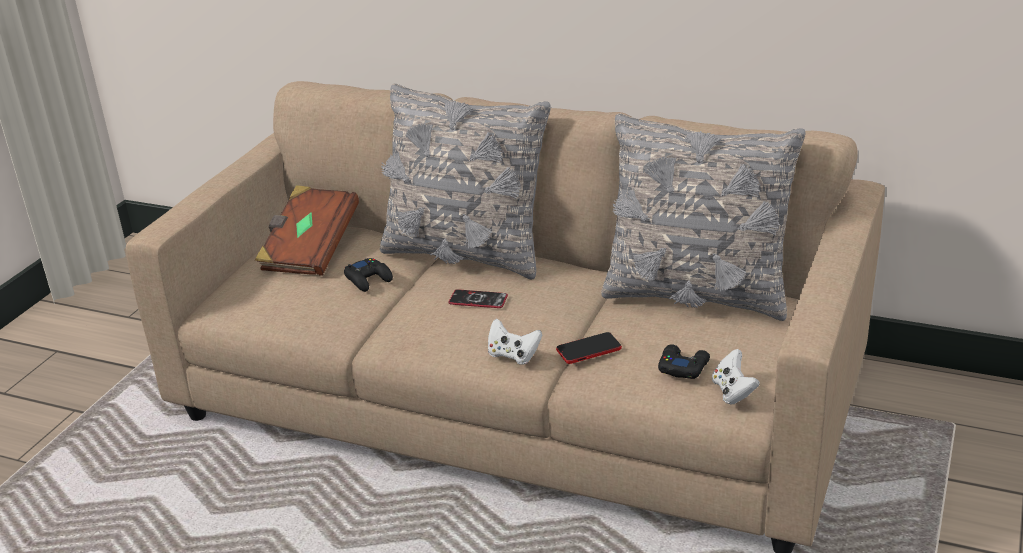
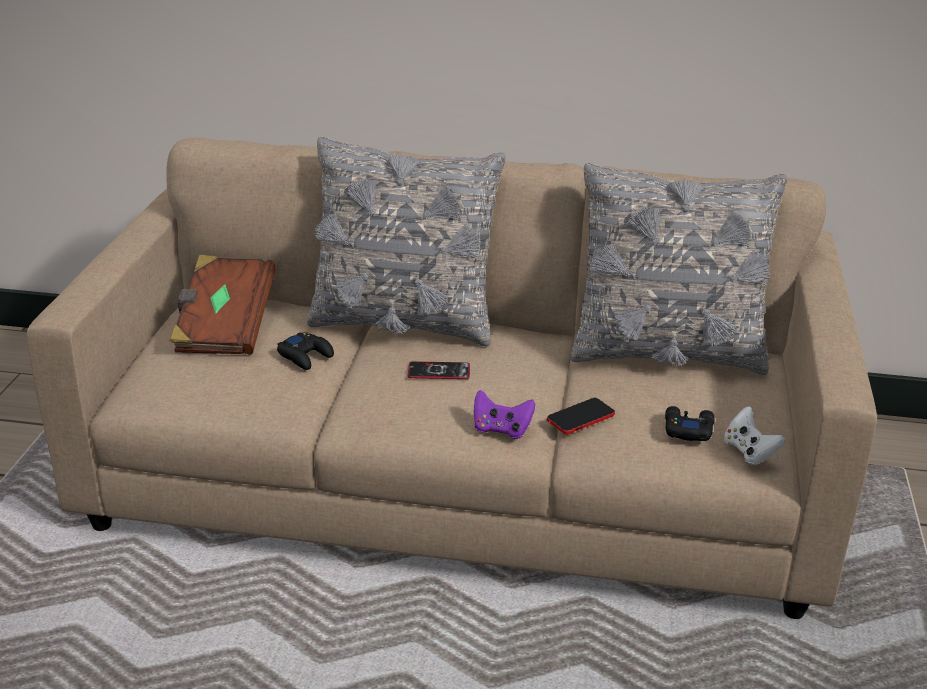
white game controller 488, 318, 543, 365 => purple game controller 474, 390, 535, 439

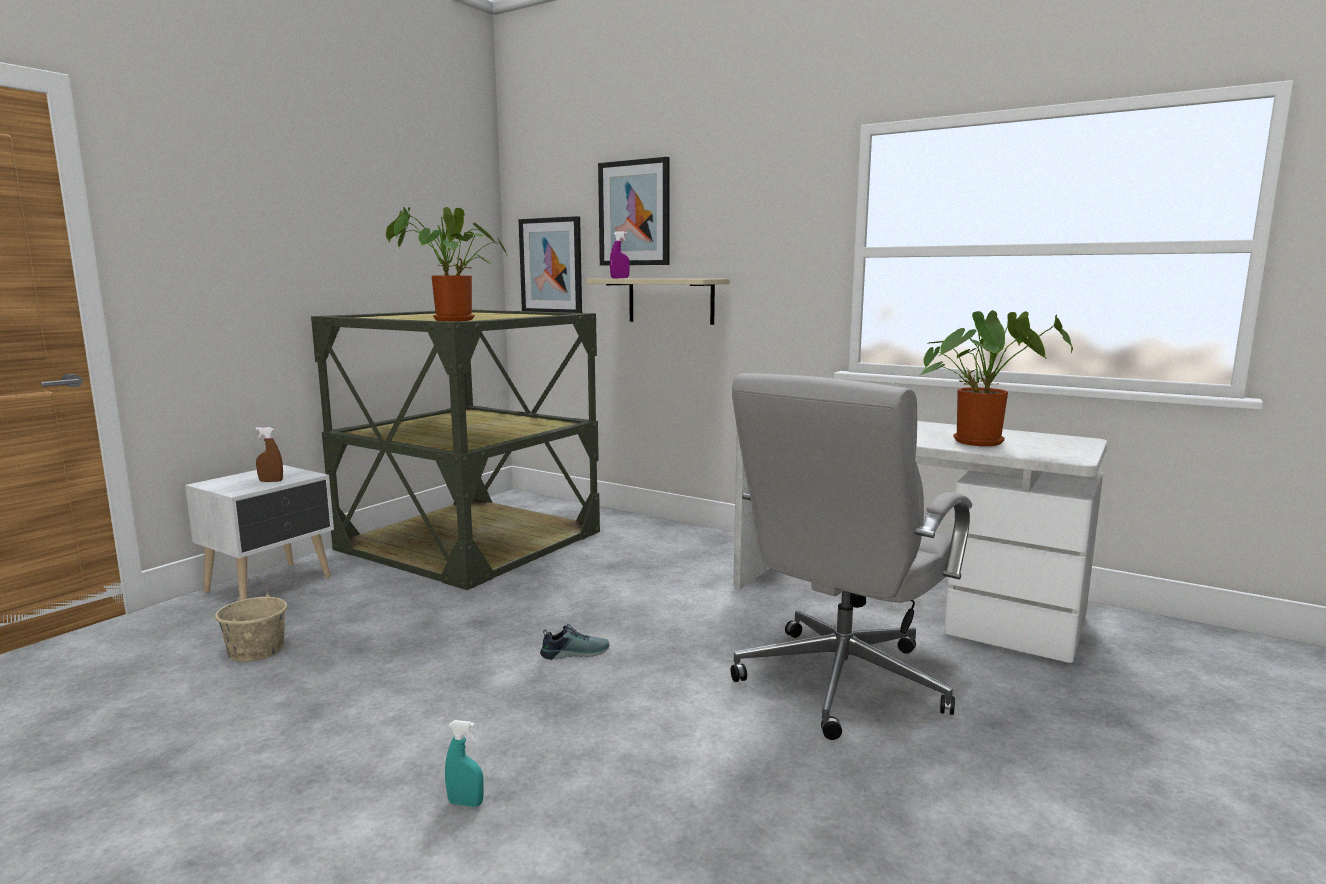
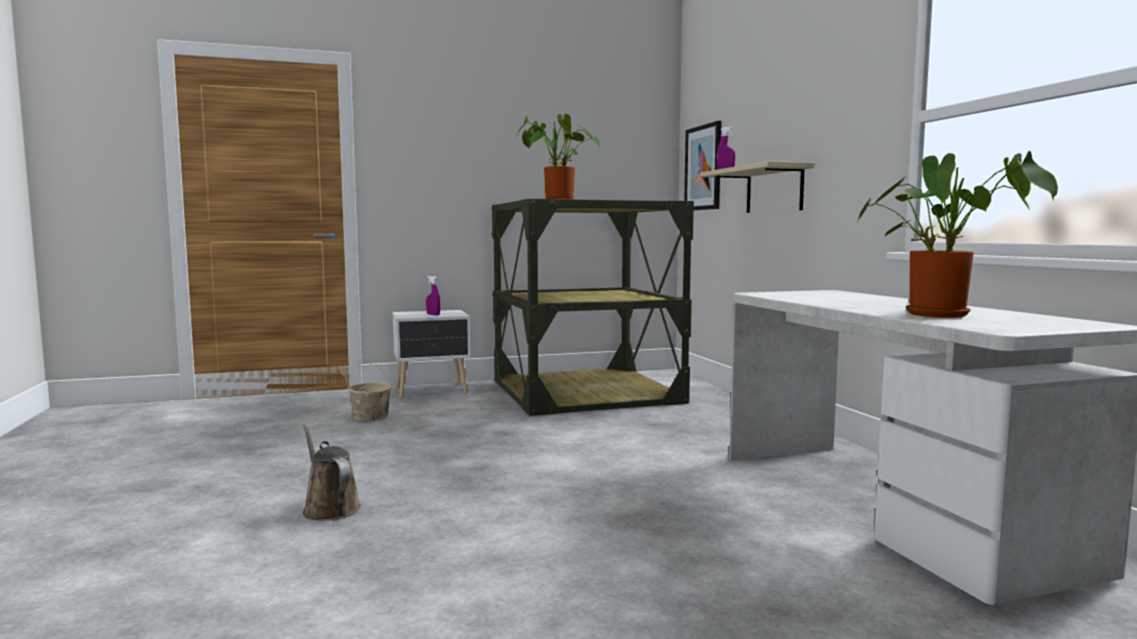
shoe 540, 624, 609, 660 => nothing
picture 598, 157, 670, 265 => nothing
grey office chair 731, 373, 972, 740 => nothing
turquoise spray bottle 445, 720, 484, 807 => brown watering can 303, 424, 361, 521
brown spray bottle 255, 427, 283, 482 => purple spray bottle 426, 276, 440, 316

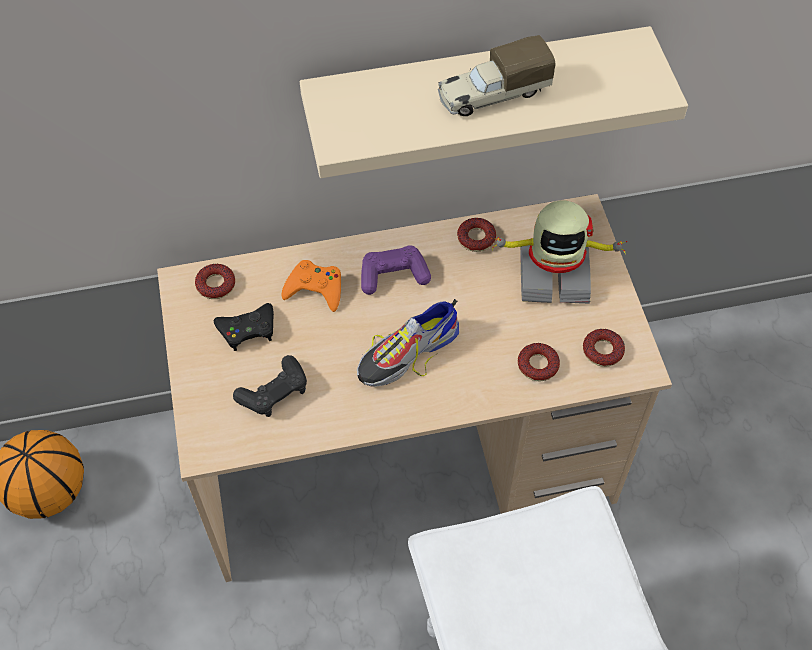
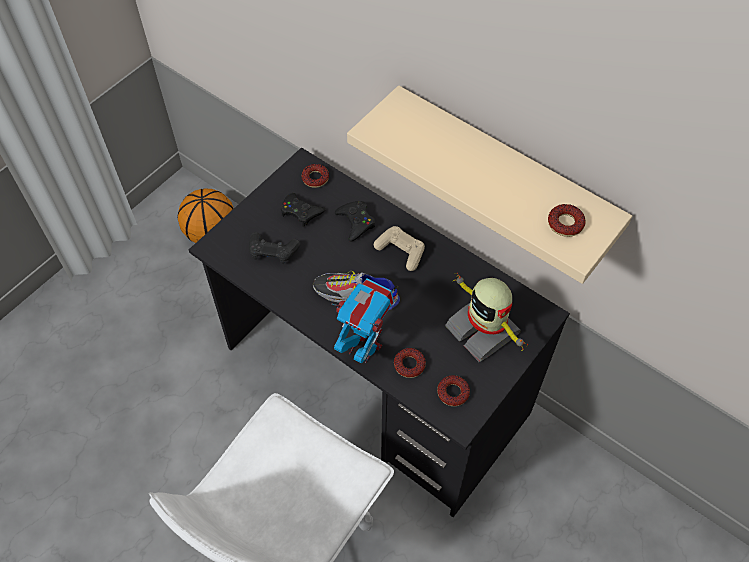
toy truck 438, 35, 556, 116 => nothing
nothing => toy robot 332, 279, 394, 363
donut 457, 218, 496, 252 => donut 548, 204, 586, 237, relocated
beige desk 157, 194, 672, 582 => black desk 189, 147, 570, 517
orange game controller 281, 260, 341, 312 => black game controller 334, 201, 375, 242
purple game controller 361, 245, 431, 295 => beige game controller 374, 226, 425, 271

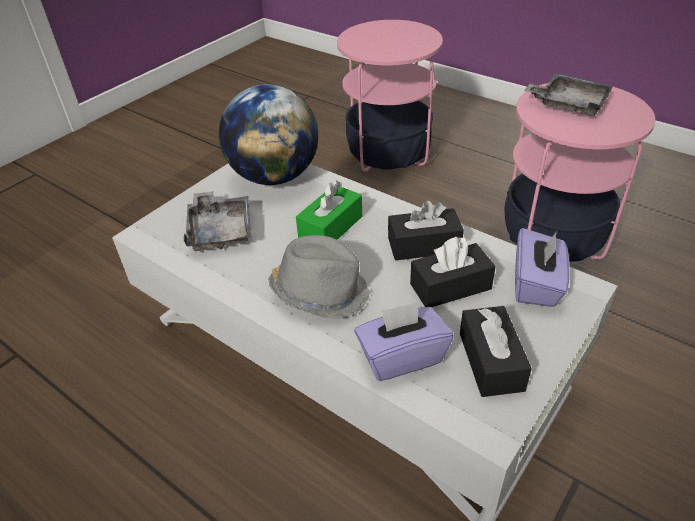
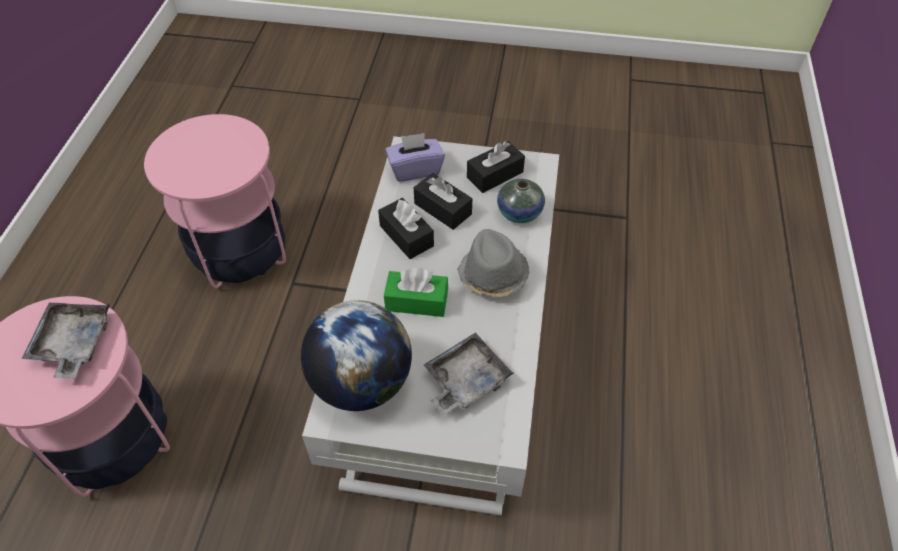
grey tray 524, 73, 613, 116 => grey tray 22, 303, 110, 378, relocated
purple tissue box 354, 302, 453, 381 => vase 497, 179, 545, 223

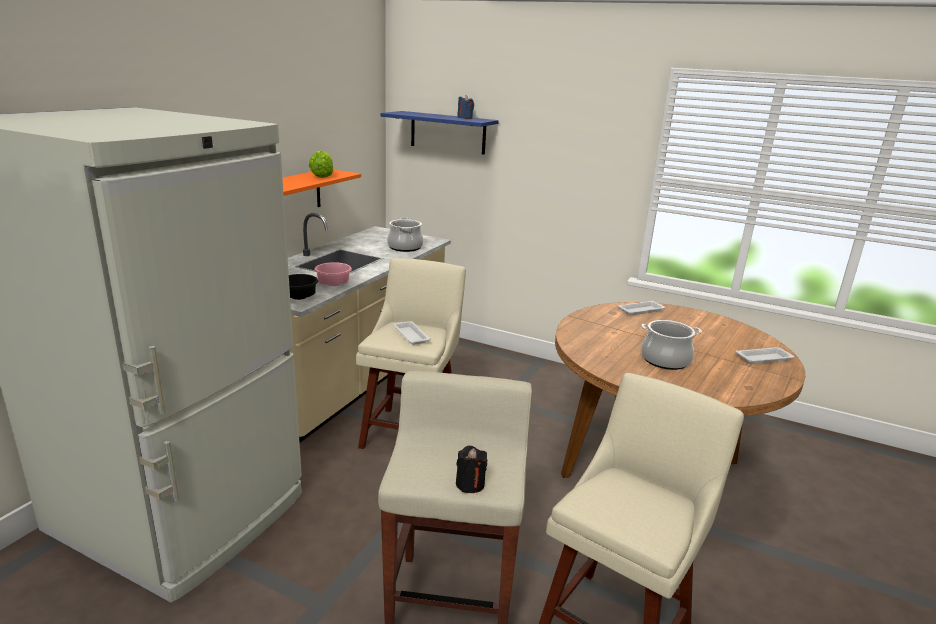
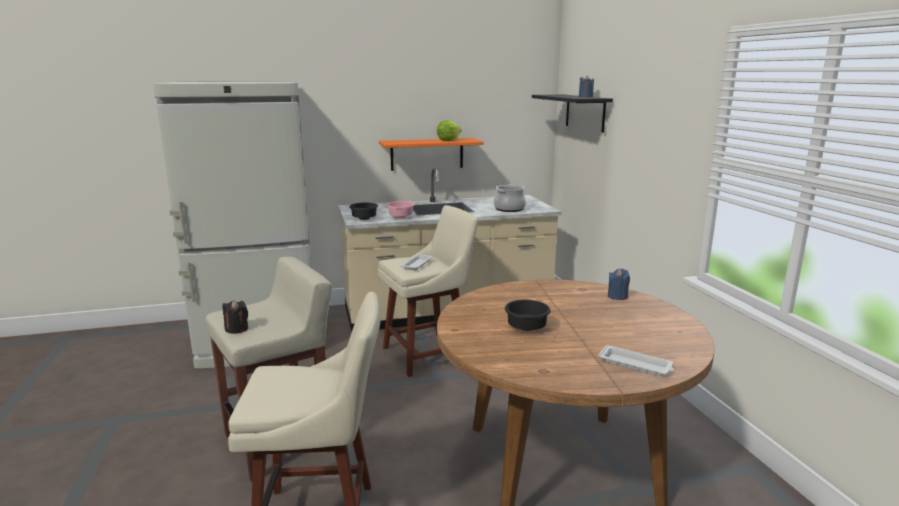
white tray 618, 301, 665, 315 => blue candle 608, 269, 630, 300
cooking pot 641, 320, 702, 370 => black bowl 505, 300, 551, 331
blue shelf 381, 111, 499, 155 => black shelf 532, 95, 613, 133

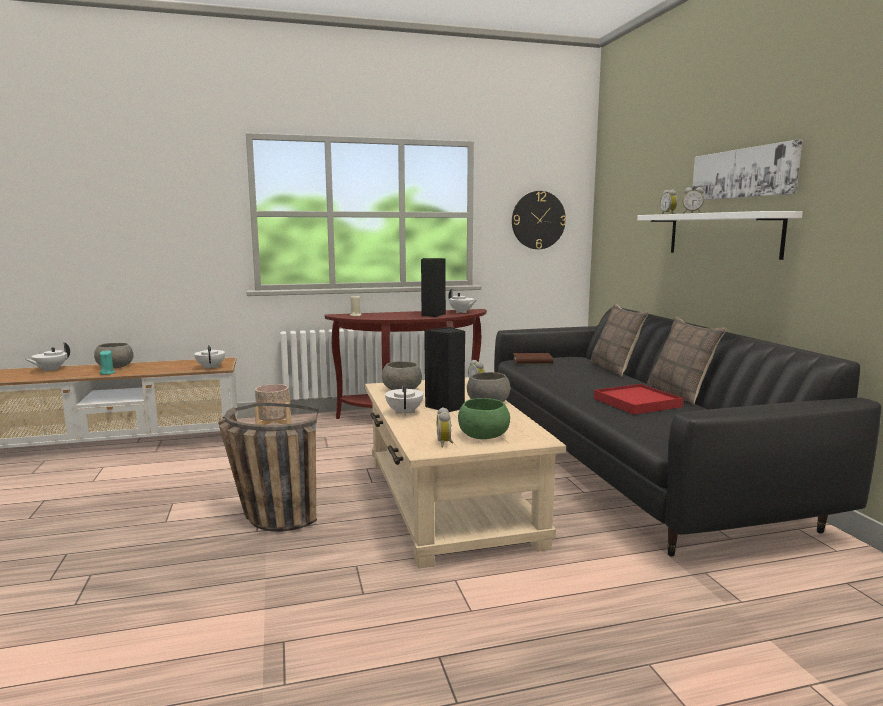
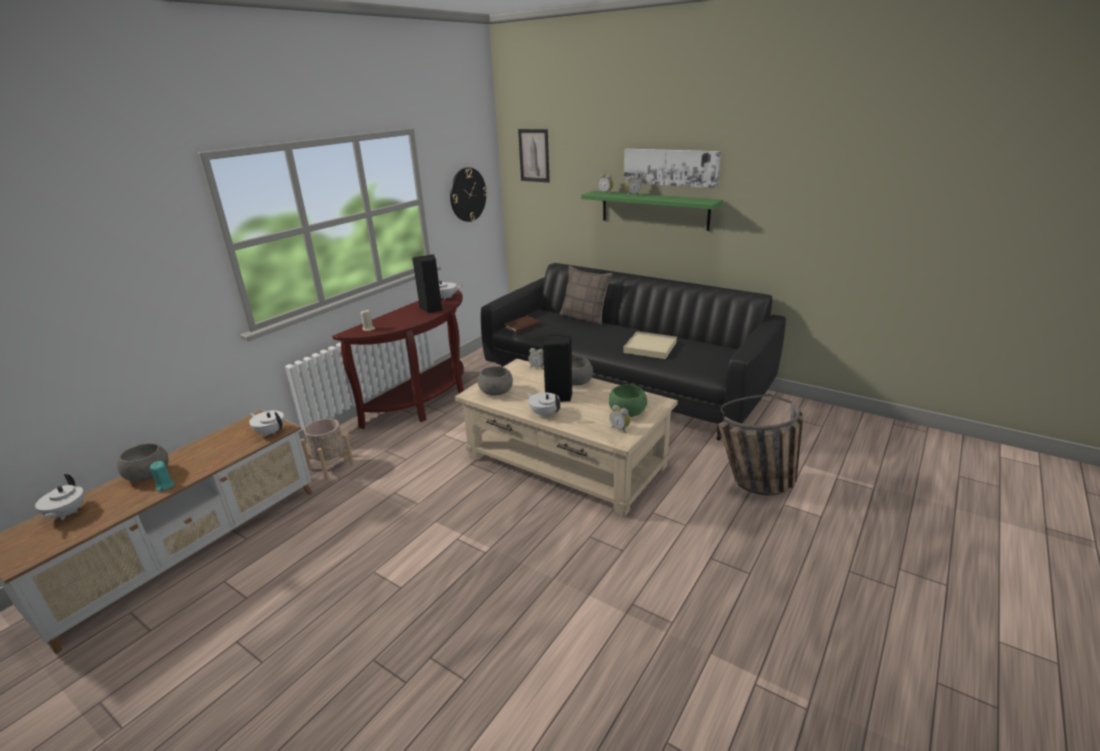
pillow 647, 317, 726, 405 => nothing
nothing => picture 518, 129, 550, 182
basket 218, 403, 319, 532 => basket 718, 394, 803, 496, relocated
red tray 594, 384, 684, 415 => beige tray 623, 331, 677, 359
white shelf 637, 211, 803, 260 => green shelf 581, 191, 723, 231

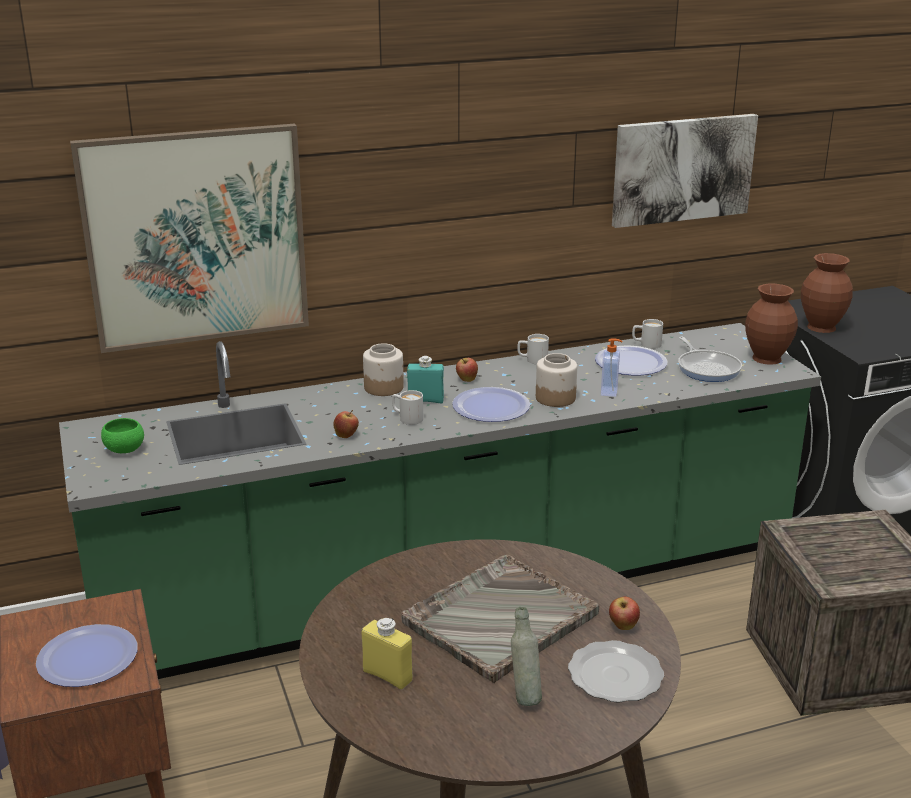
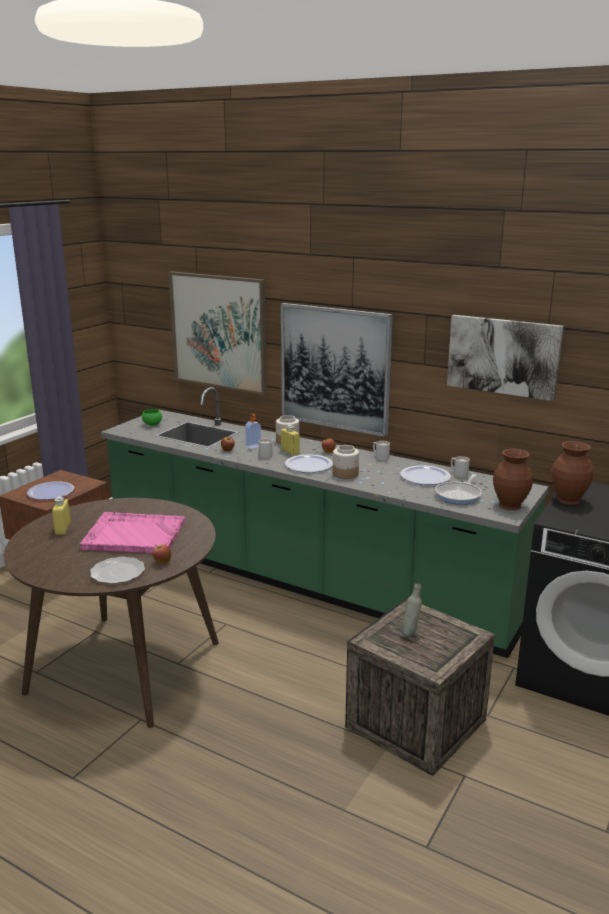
nothing => picture 281, 303, 393, 437
grey bottle 511, 607, 542, 706 => grey bottle 401, 583, 422, 637, relocated
soap dispenser 601, 338, 622, 397 => soap dispenser 245, 414, 261, 449, relocated
grey tray 401, 554, 599, 683 => pink tray 80, 512, 185, 553
turquoise bottle 407, 356, 444, 404 => yellow bottle 281, 425, 300, 456

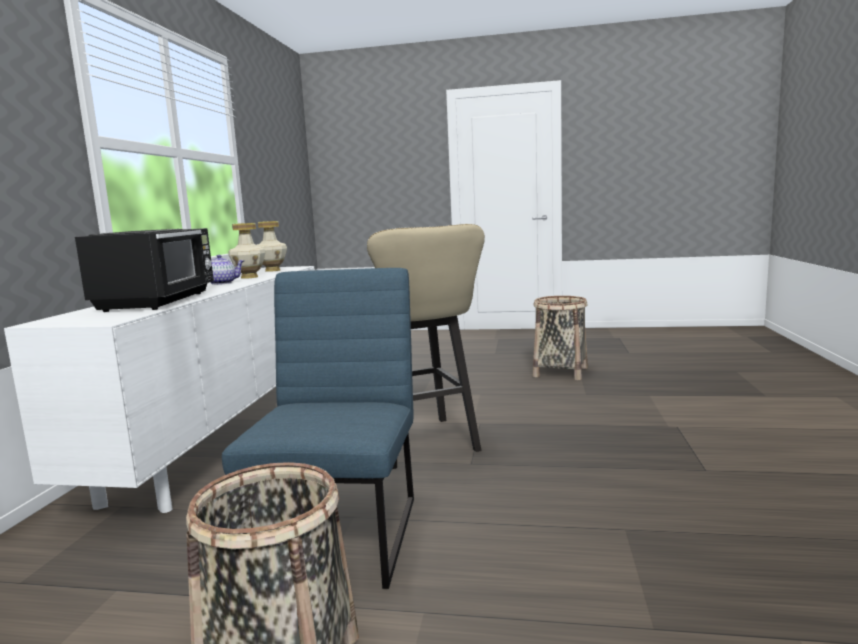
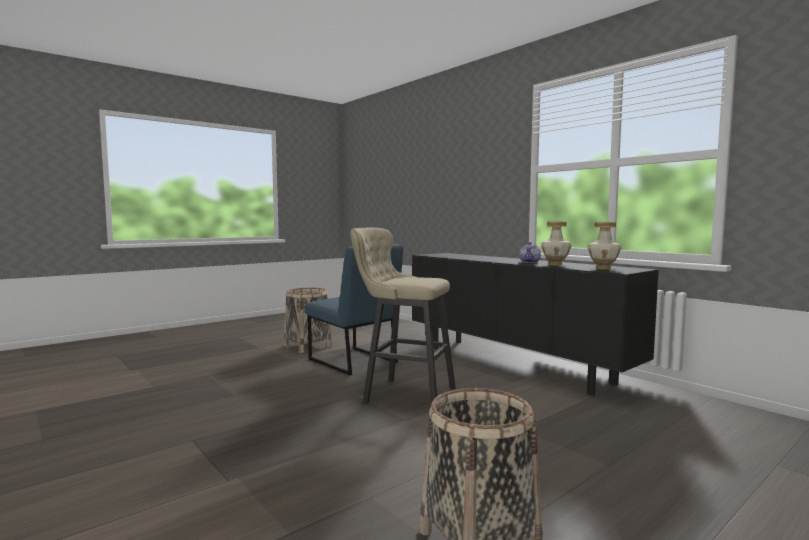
black microwave 75, 228, 214, 312 => nothing
white cabinet 4, 266, 314, 513 => black cabinet 412, 253, 659, 396

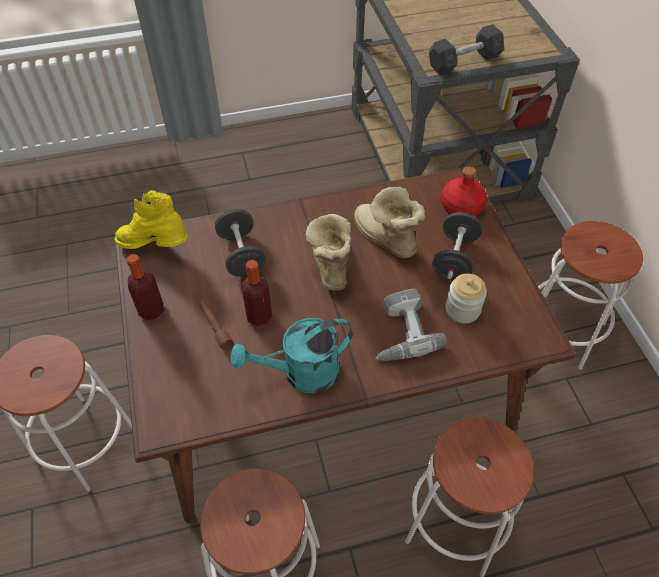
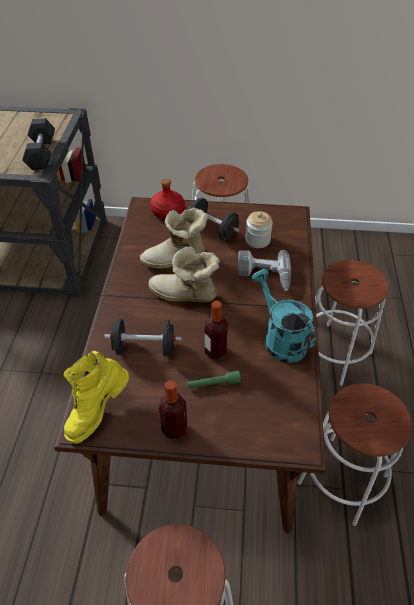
brown flashlight 199, 300, 233, 349 => green flashlight 187, 371, 241, 388
turquoise watering can 230, 318, 353, 393 => turquoise watering can 252, 269, 316, 363, 150 degrees clockwise

